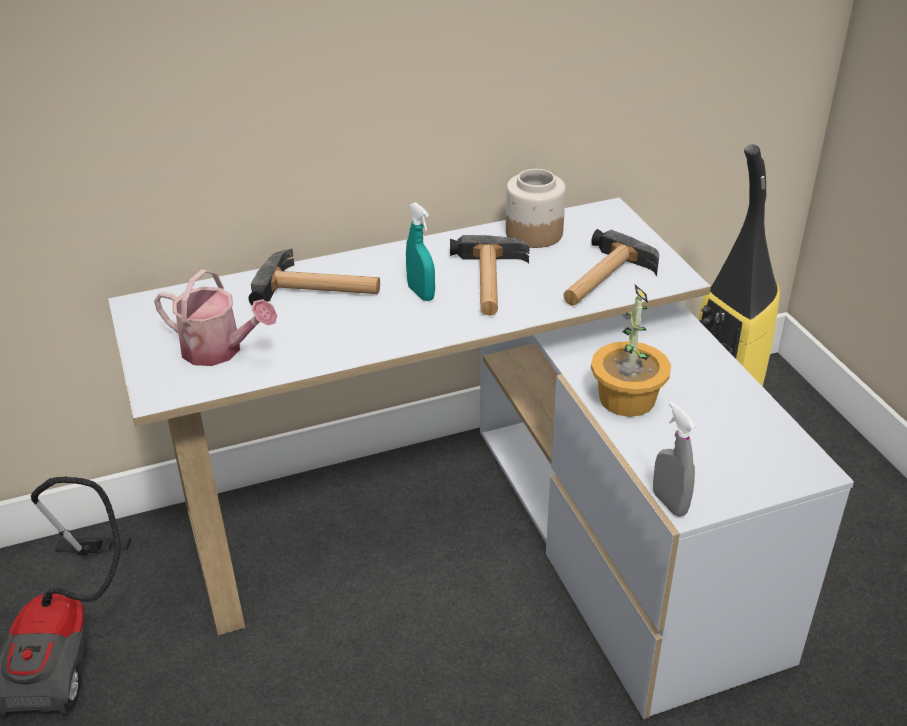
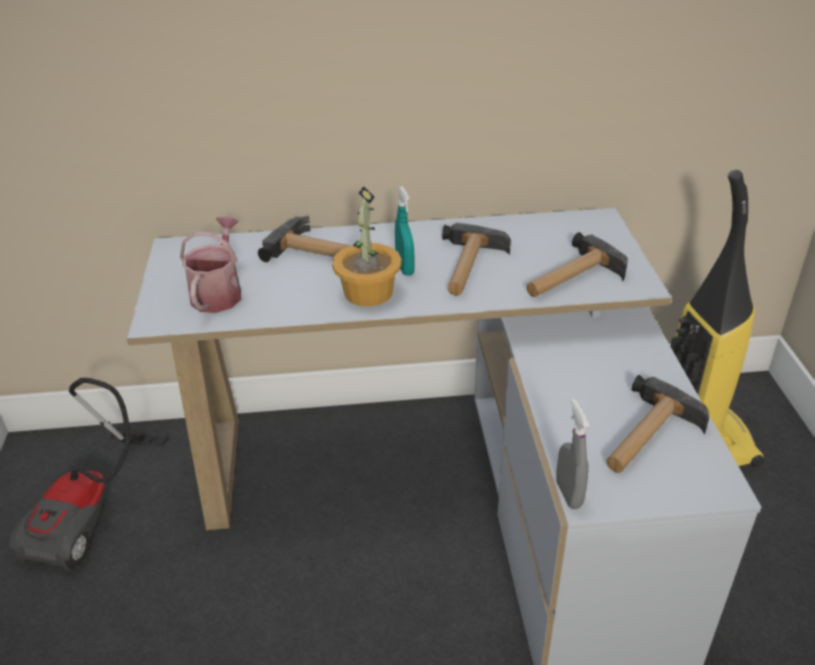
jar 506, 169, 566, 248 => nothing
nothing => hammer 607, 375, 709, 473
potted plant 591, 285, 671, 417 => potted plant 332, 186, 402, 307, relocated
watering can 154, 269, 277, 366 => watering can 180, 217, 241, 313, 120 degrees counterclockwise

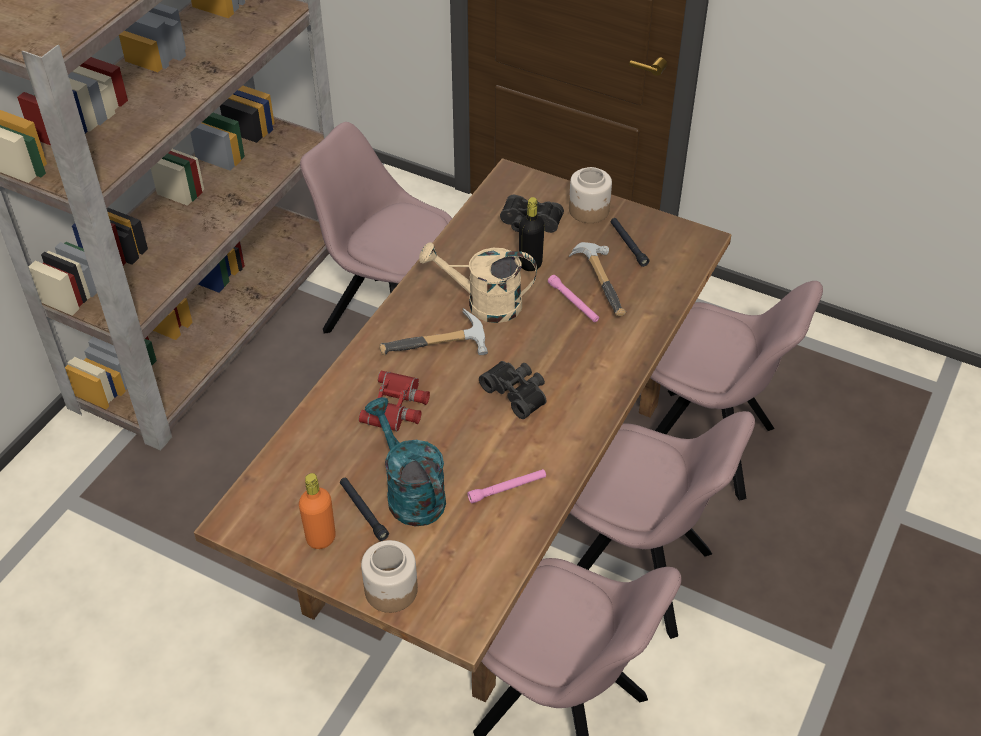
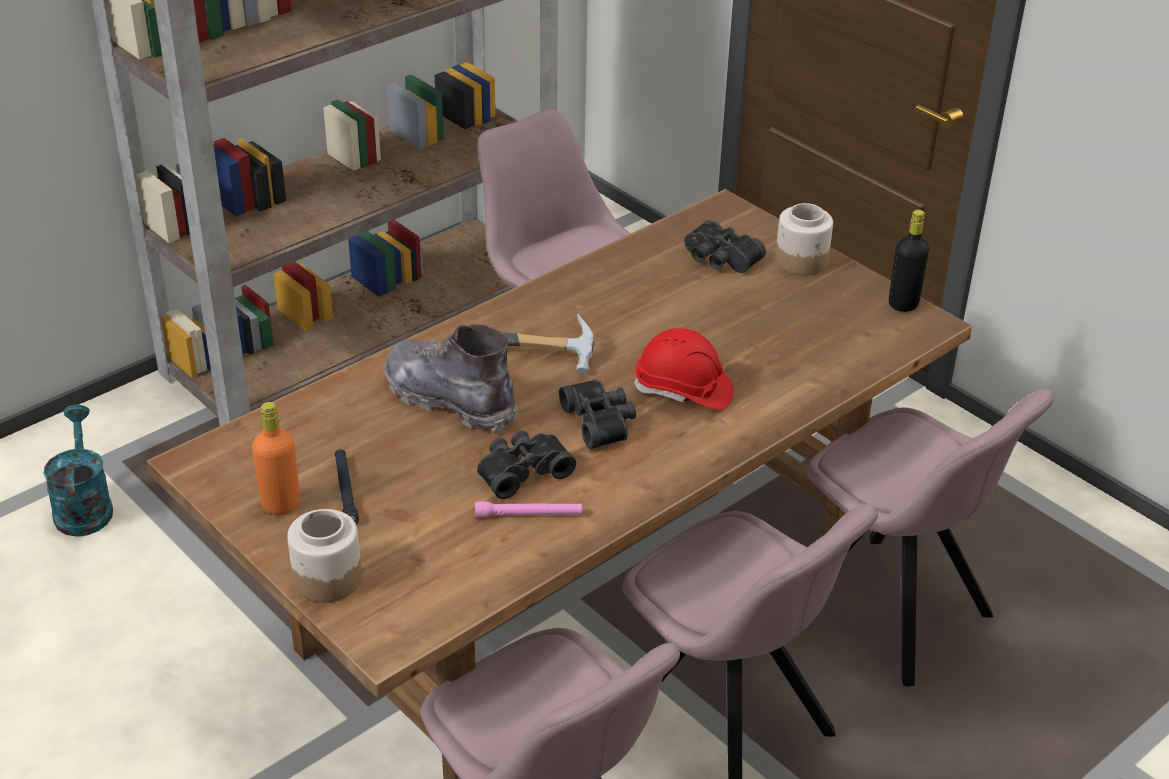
beige watering can 419, 242, 537, 323 => nothing
pink flashlight 548, 275, 599, 322 => nothing
hammer 569, 242, 626, 316 => nothing
black flashlight 610, 218, 649, 267 => nothing
nothing => black binoculars 477, 431, 576, 499
nothing => red hard hat 633, 328, 734, 410
turquoise watering can 365, 397, 446, 526 => turquoise watering can 43, 405, 113, 537, relocated
black bottle 519, 197, 545, 271 => black bottle 889, 210, 930, 312, relocated
red binoculars 359, 371, 430, 431 => grey boot 384, 324, 517, 433

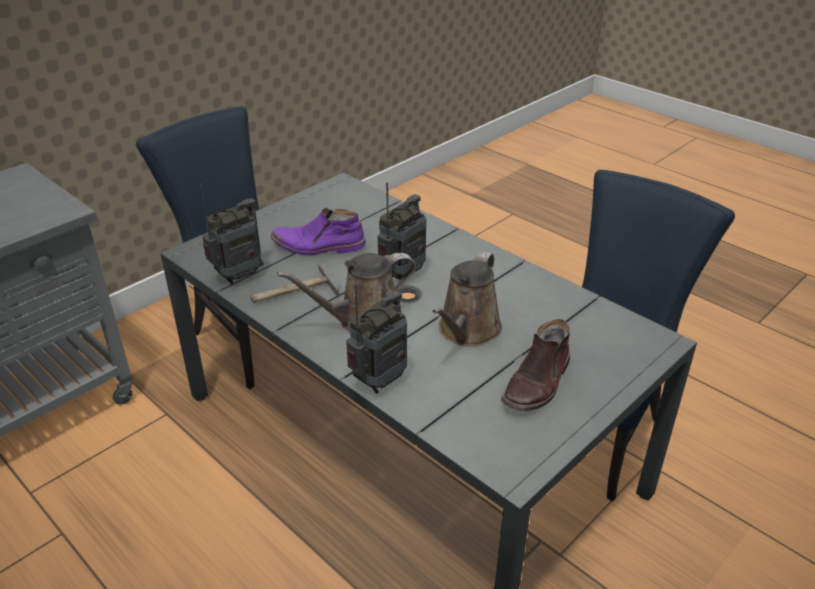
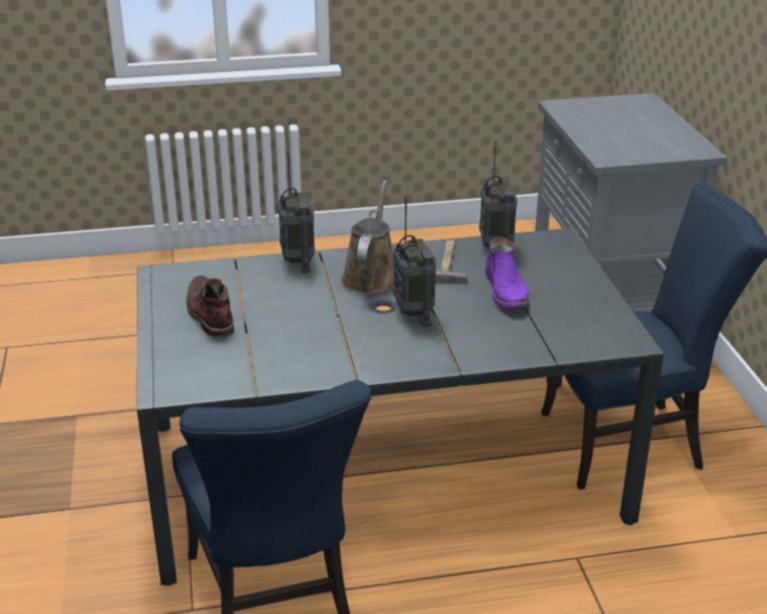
brown watering can 432, 251, 502, 347 => nothing
purple boot 271, 208, 366, 255 => purple boot 485, 237, 529, 308, 135 degrees clockwise

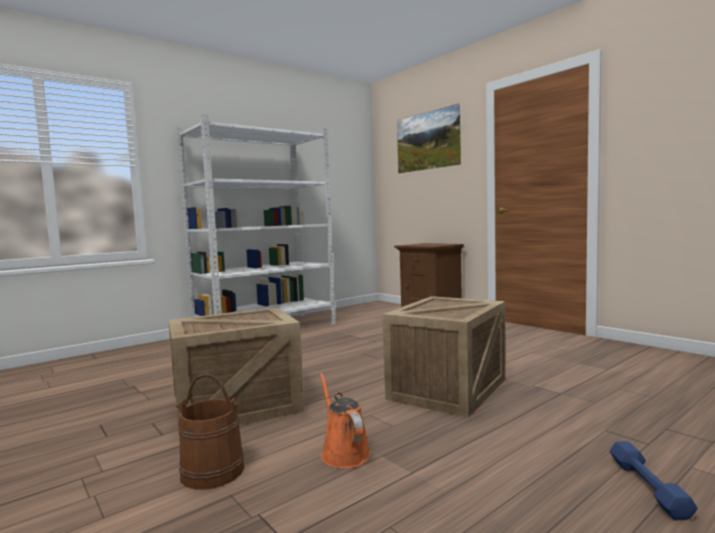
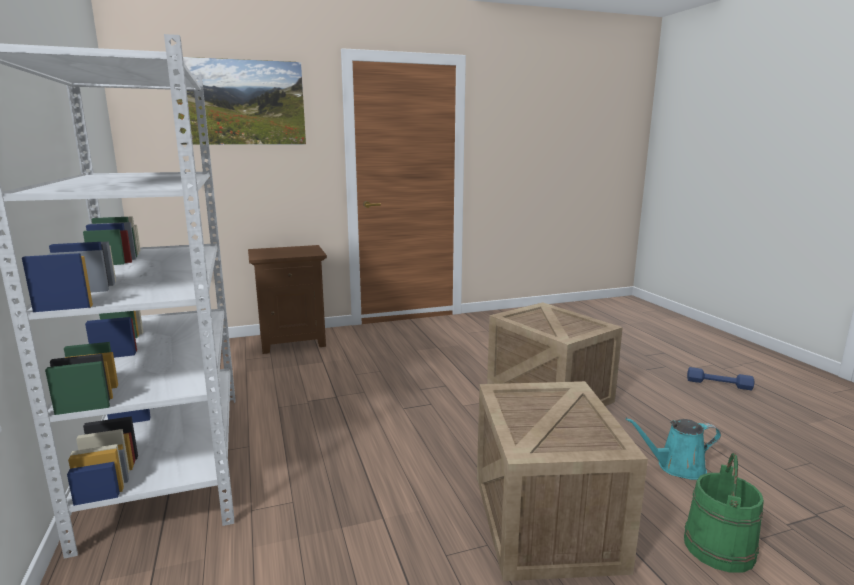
brown bucket 175, 373, 244, 490 => green bucket 684, 453, 764, 573
orange watering can 320, 373, 371, 468 => turquoise watering can 626, 418, 721, 480

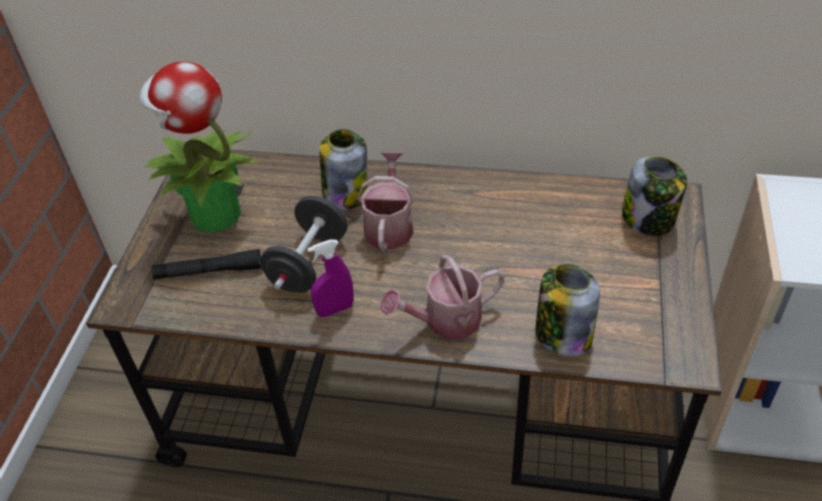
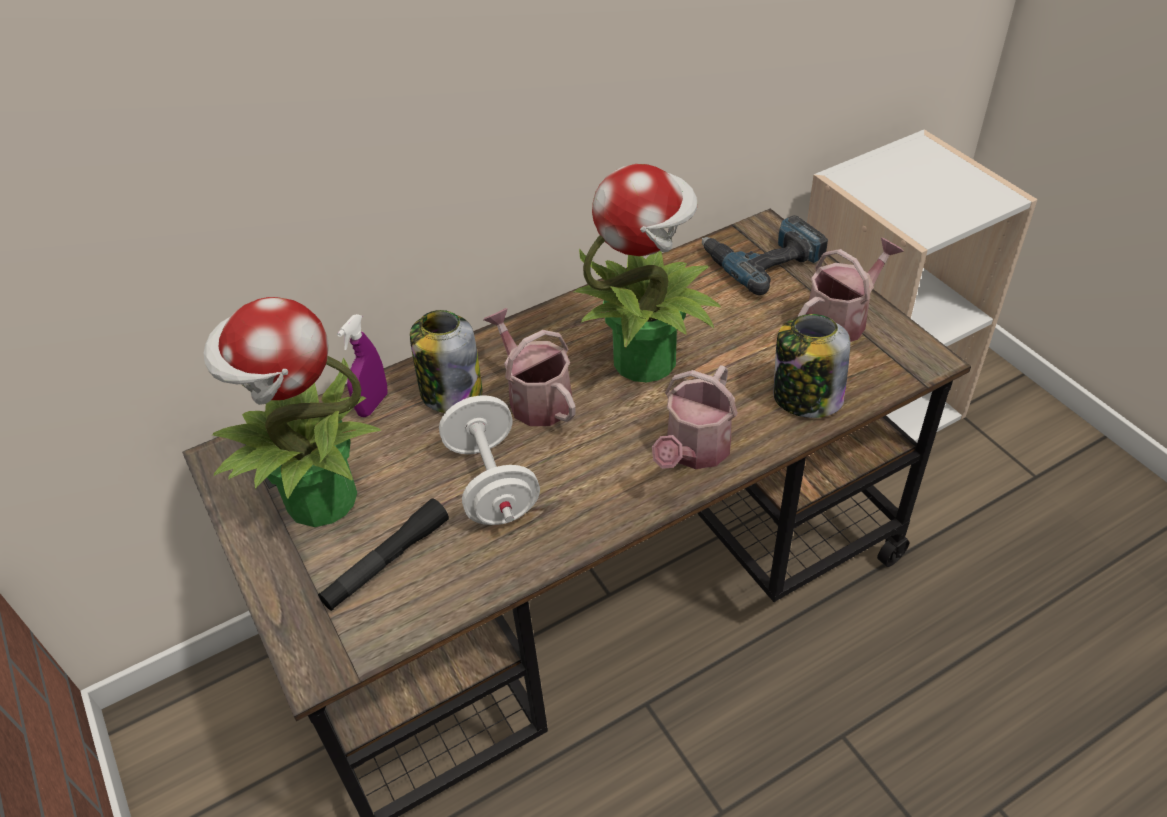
nothing => potted plant 574, 164, 721, 382
nothing => watering can 798, 238, 904, 342
purple spray bottle 307, 239, 354, 317 => purple spray bottle 337, 314, 388, 417, relocated
jar 622, 156, 687, 236 => power drill 702, 215, 828, 295
black dumbbell 260, 196, 348, 293 => white dumbbell 439, 395, 540, 525

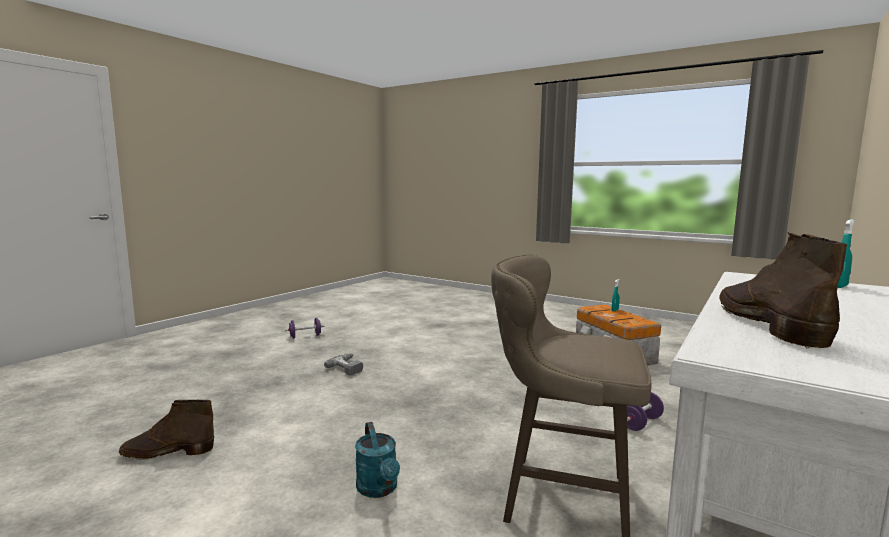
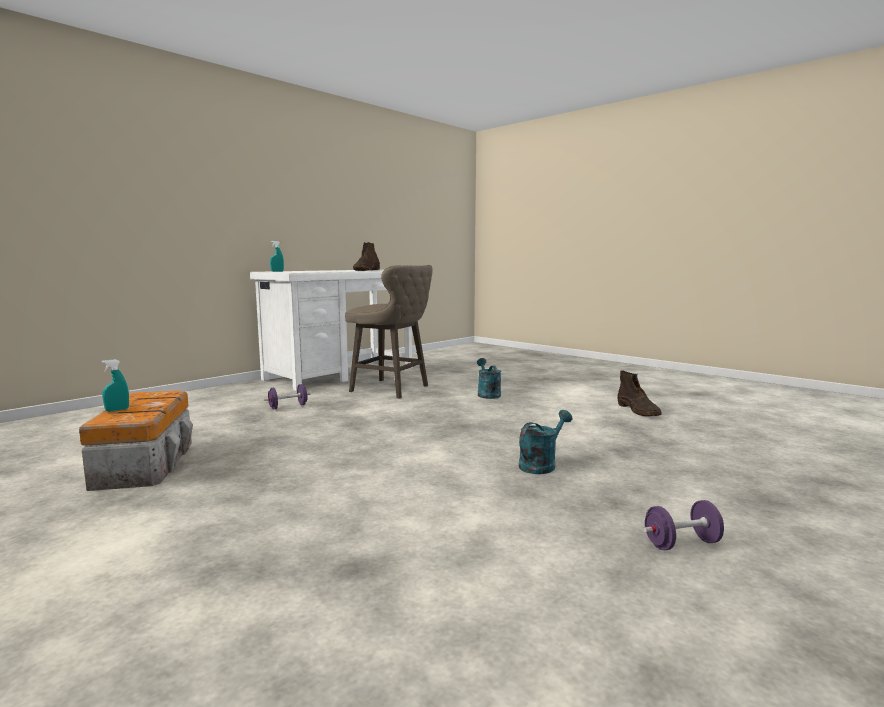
power drill 324, 354, 363, 376 => turquoise watering can 519, 410, 572, 474
brown boot 119, 400, 214, 460 => brown boot 618, 370, 662, 416, 75 degrees clockwise

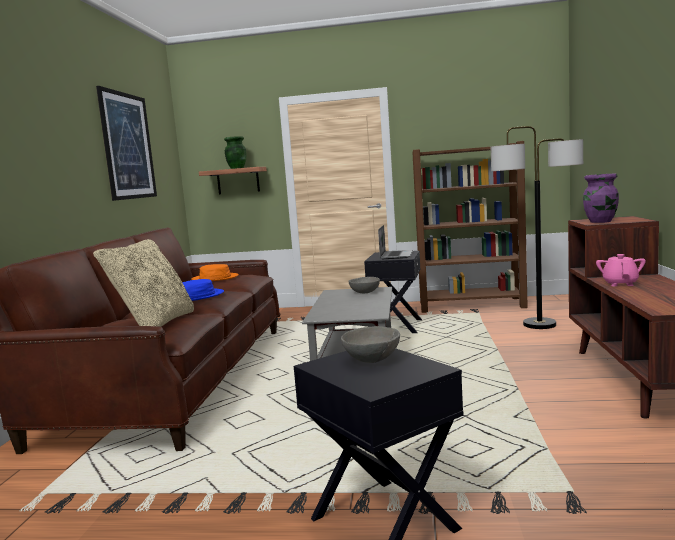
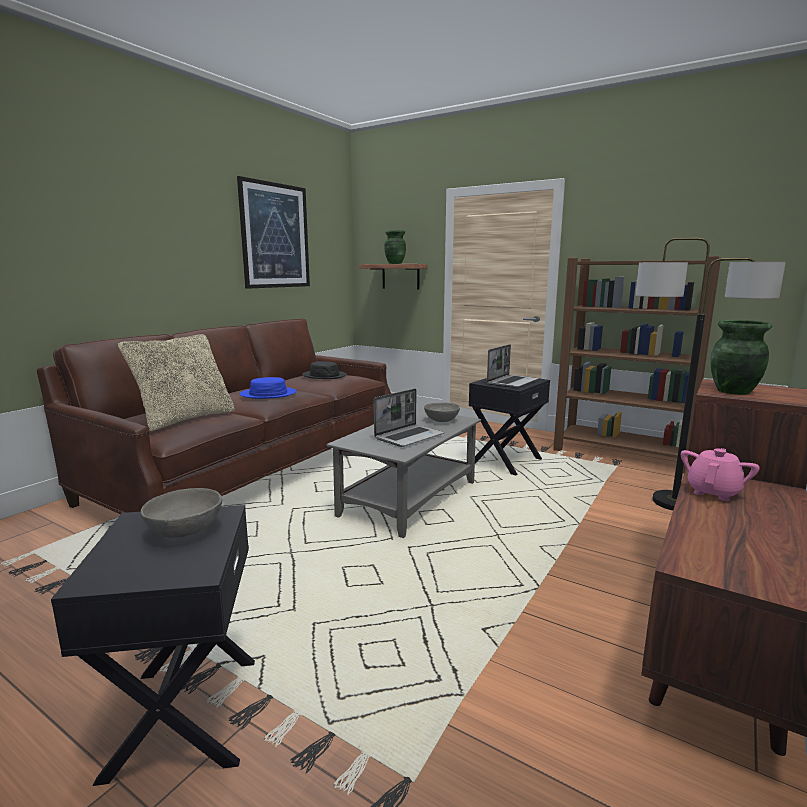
nothing => laptop 374, 389, 444, 447
orange hat 192, 264, 239, 281 => black hat 302, 361, 347, 379
purple vase 583, 174, 619, 223 => green vase 711, 320, 772, 395

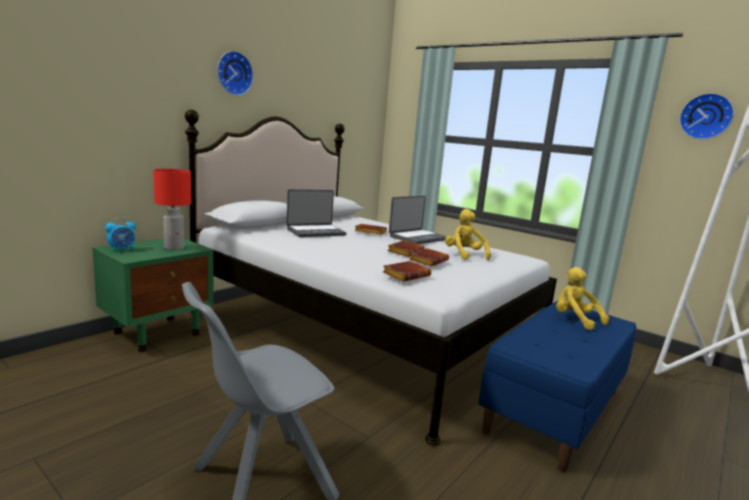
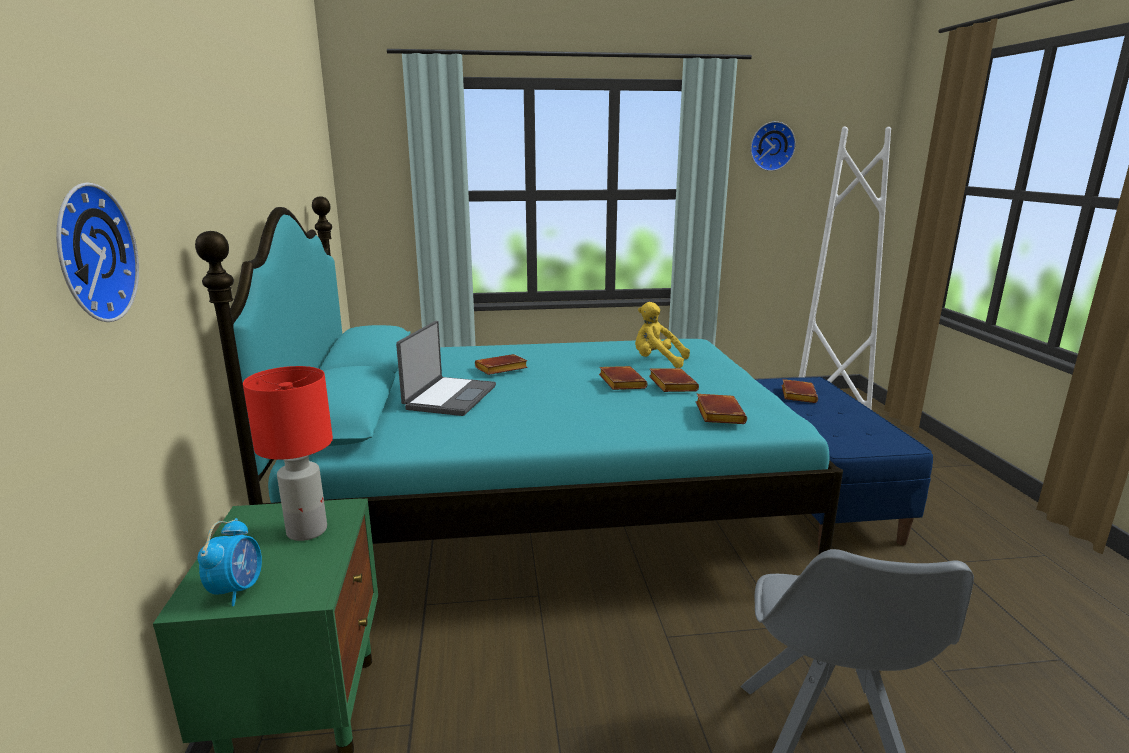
laptop 389, 196, 447, 244 => nothing
wall clock 217, 51, 253, 96 => wall clock 56, 183, 139, 322, relocated
yellow plush toy 556, 267, 609, 330 => brown book 781, 379, 818, 403
white bed 185, 110, 557, 445 => turquoise bed 195, 196, 843, 555

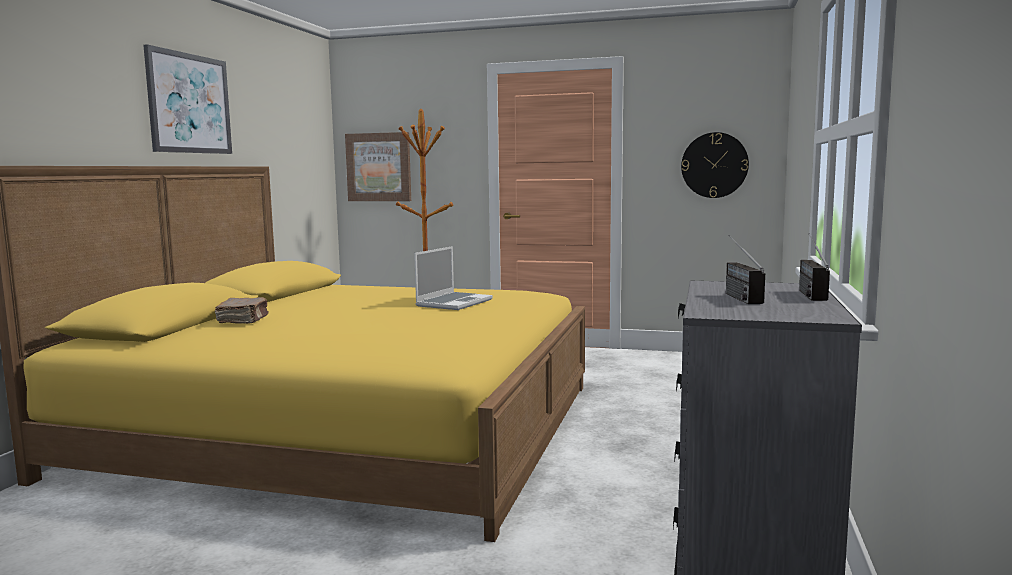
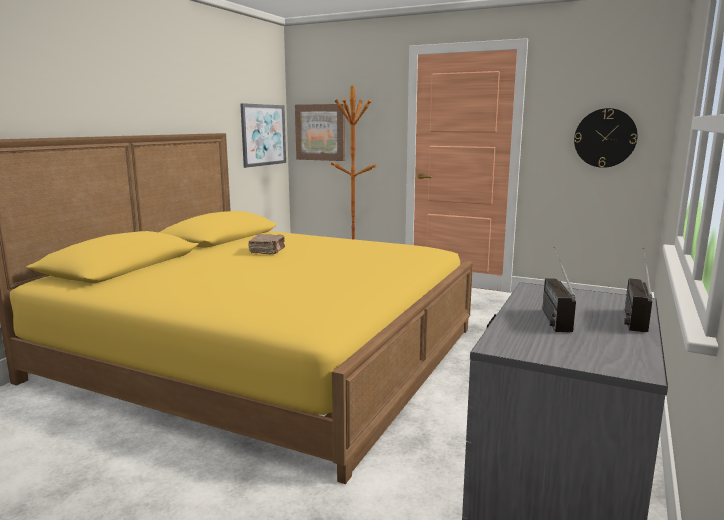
laptop 414, 246, 493, 310 => nothing
picture 143, 44, 232, 154 => picture 240, 103, 286, 168, relocated
brown book 215, 297, 268, 324 => brown book 248, 234, 285, 254, relocated

